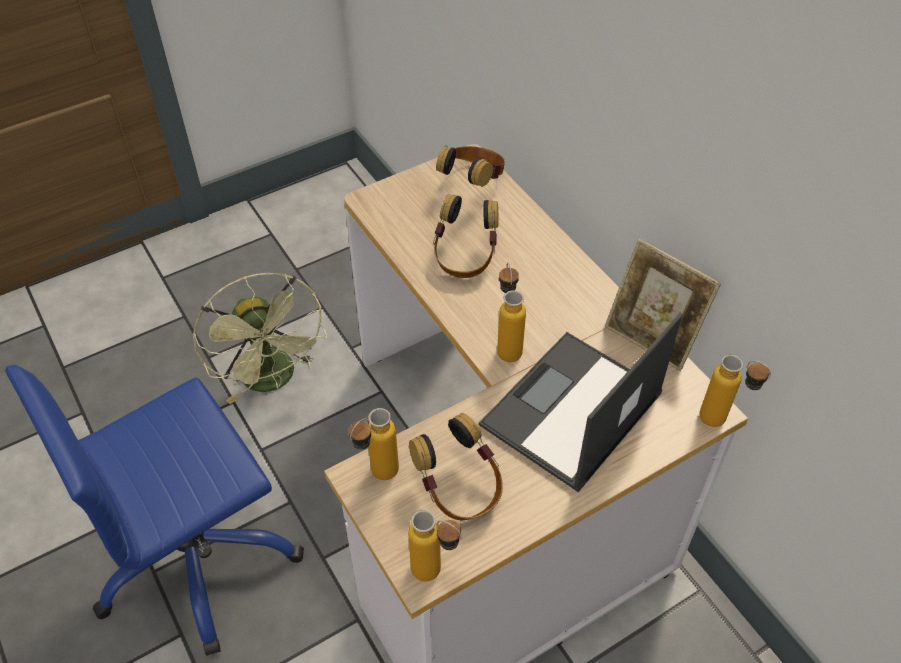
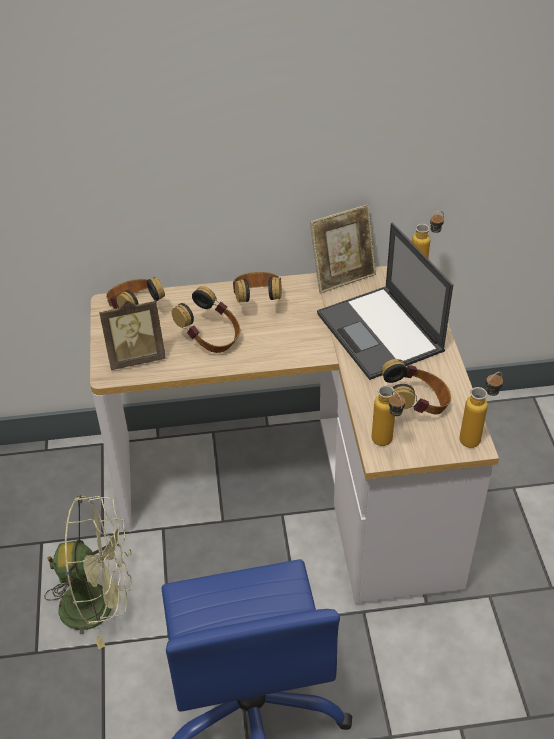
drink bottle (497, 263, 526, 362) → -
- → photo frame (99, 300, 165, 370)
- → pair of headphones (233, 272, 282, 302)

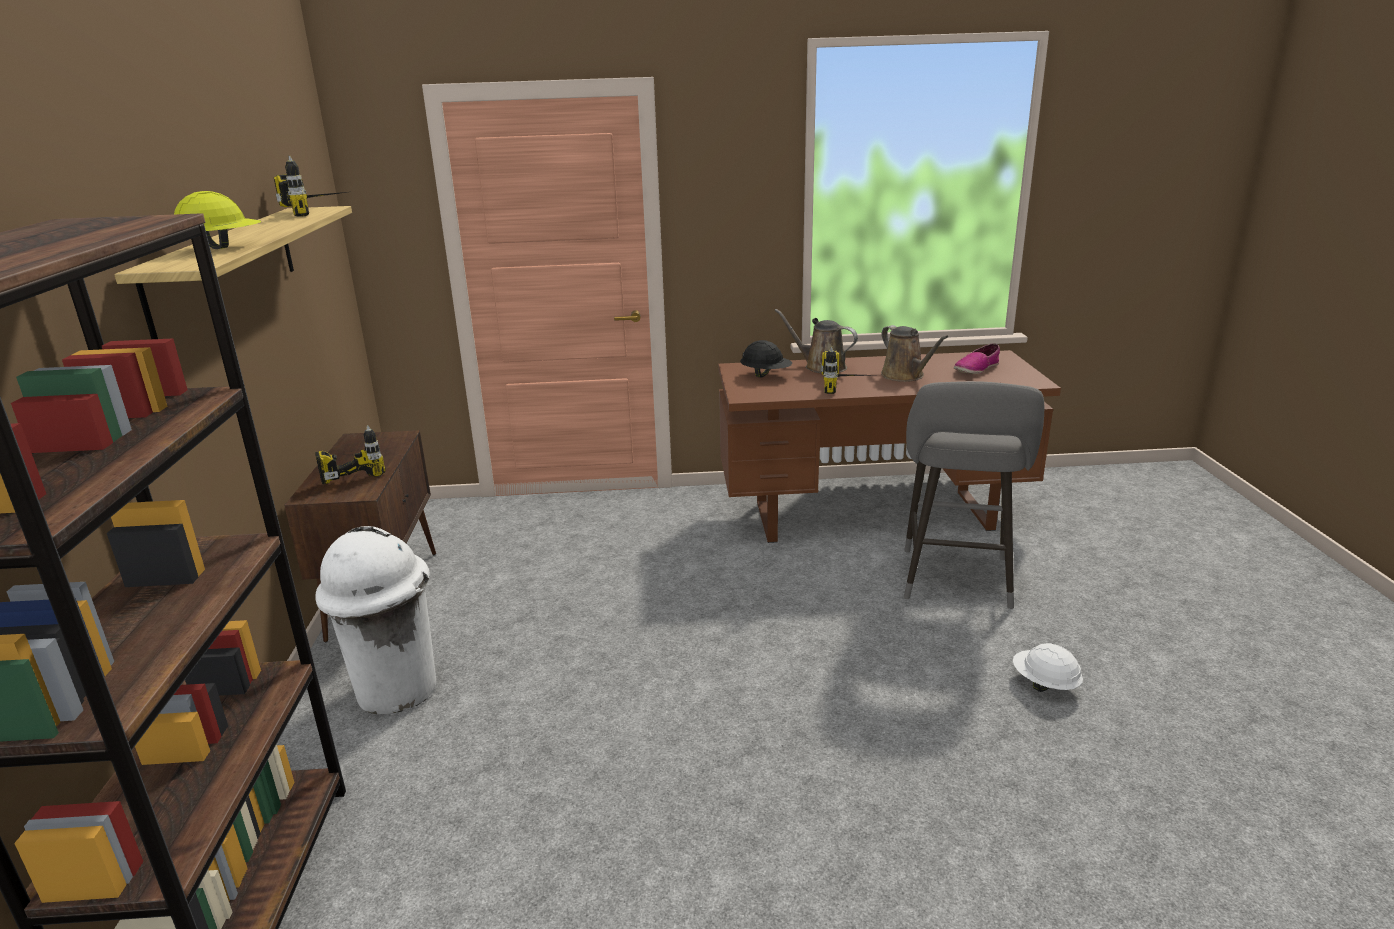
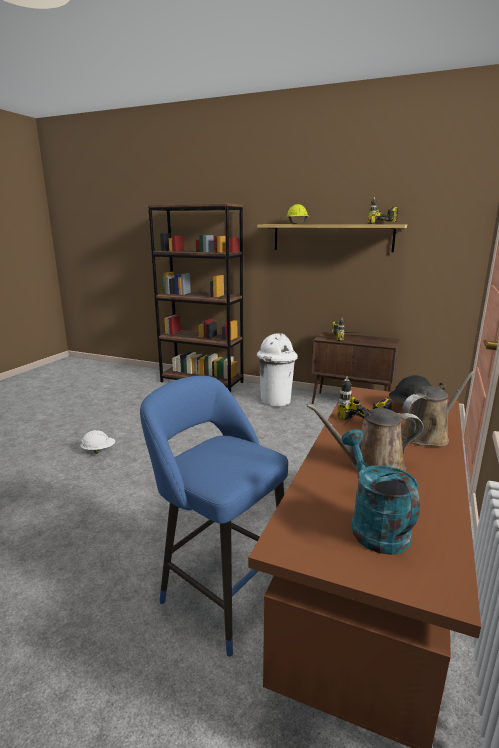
whitish hard hat (1013, 643, 1083, 692) → whitish hard hat (81, 430, 115, 454), relocated
shoe (954, 343, 1000, 374) → turquoise-coloured sprinkling can (342, 429, 420, 555)
grey sitting stool (904, 381, 1045, 609) → blue sitting stool (140, 375, 288, 657)

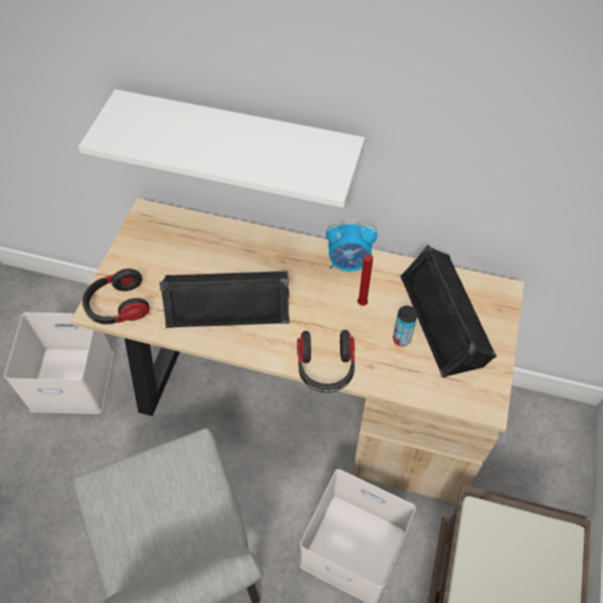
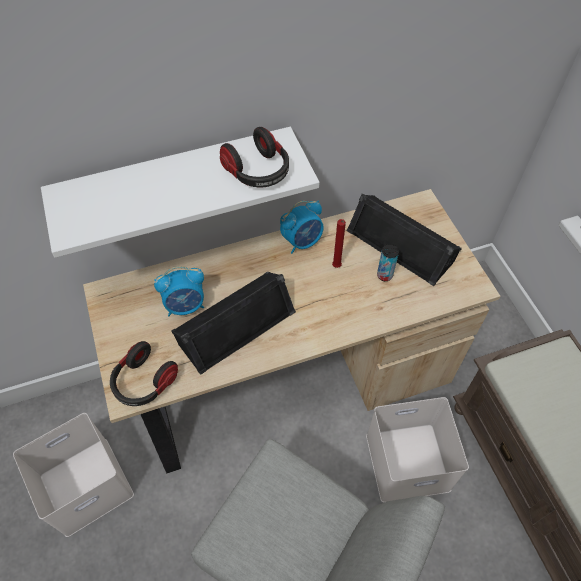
- → alarm clock (154, 266, 204, 316)
pair of headphones (297, 330, 355, 393) → pair of headphones (220, 127, 289, 187), relocated

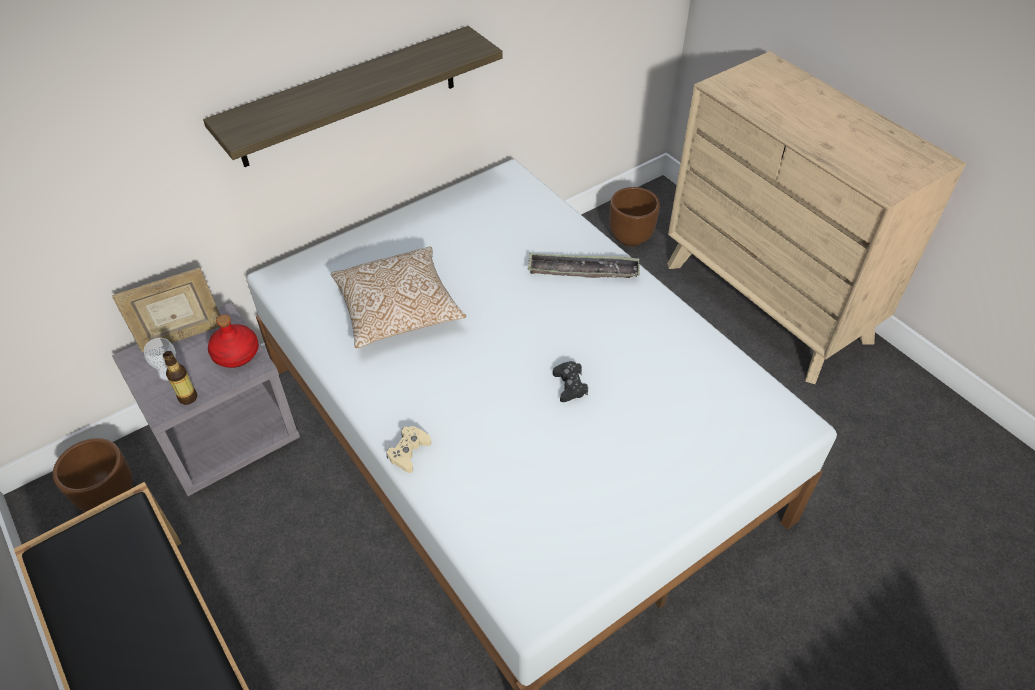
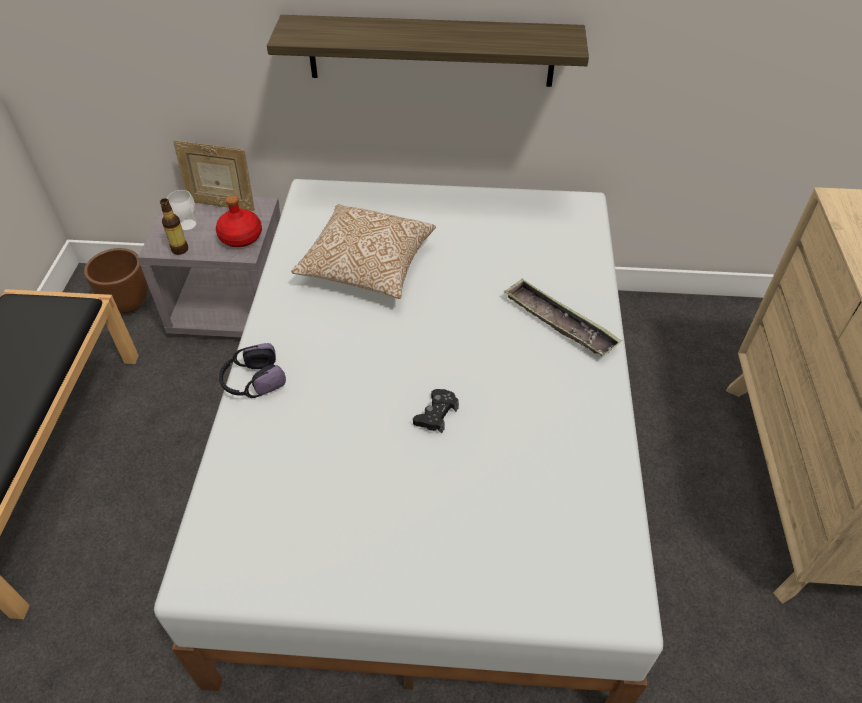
brown flower pot (609, 187, 660, 246) → -
beige joypad (386, 426, 431, 473) → pair of headphones (219, 343, 286, 398)

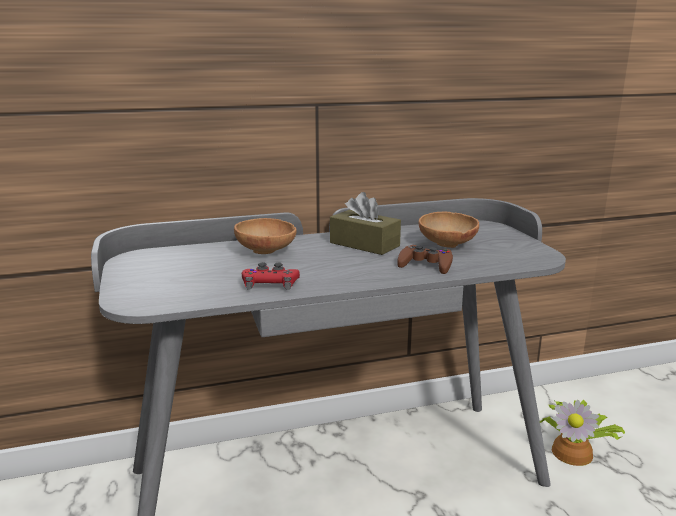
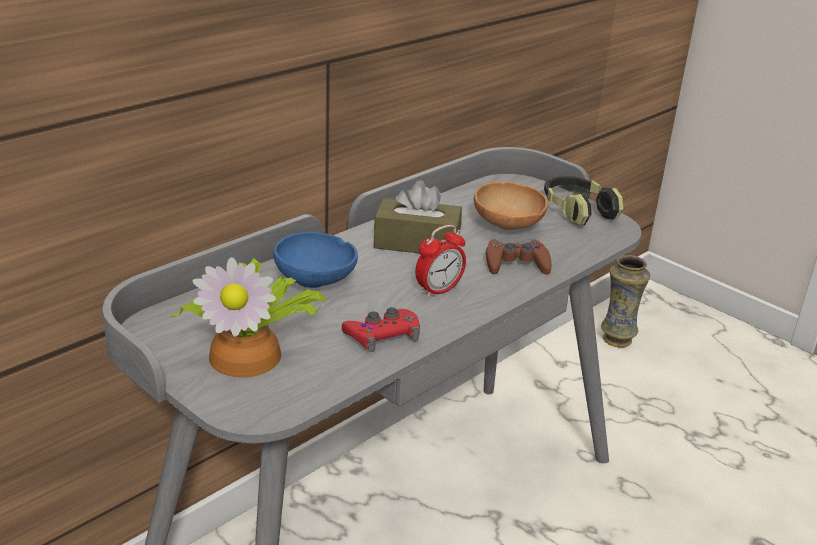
- → alarm clock (415, 225, 466, 298)
- → pair of headphones (544, 176, 624, 225)
- → vase (601, 255, 650, 348)
plant in a pot (540, 400, 625, 466) → plant in a pot (170, 257, 326, 378), relocated
brown serving bowl (234, 218, 297, 254) → blue serving bowl (274, 232, 358, 288)

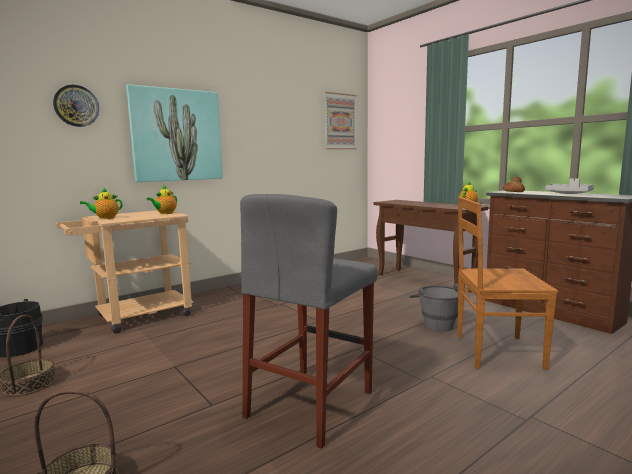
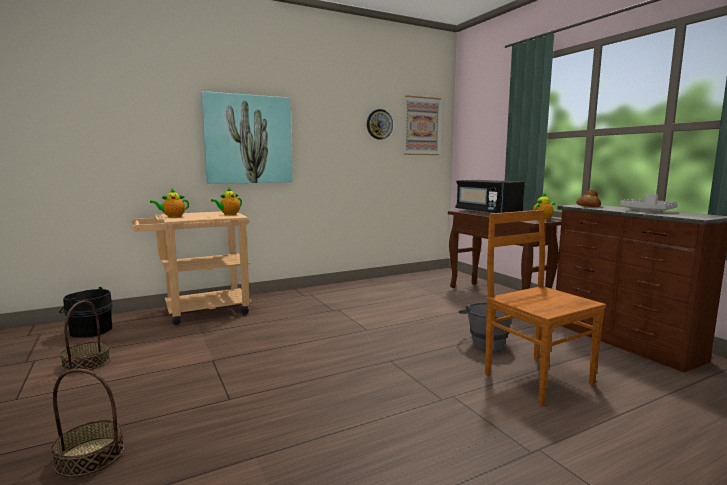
grey sitting stool (240, 194, 378, 449) → -
- → black-coloured microwave (456, 180, 525, 213)
hanging clock (53, 85, 99, 127) → hanging clock (367, 109, 393, 140), relocated
brown plain chair (457, 197, 558, 370) → brown plain chair (485, 210, 606, 406), 45 degrees clockwise

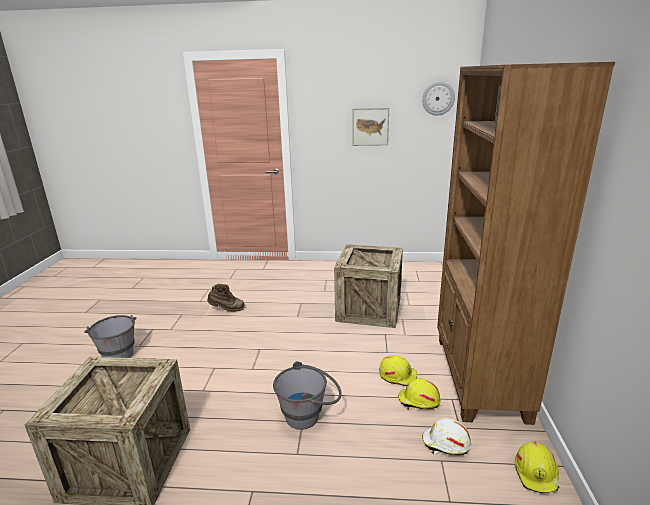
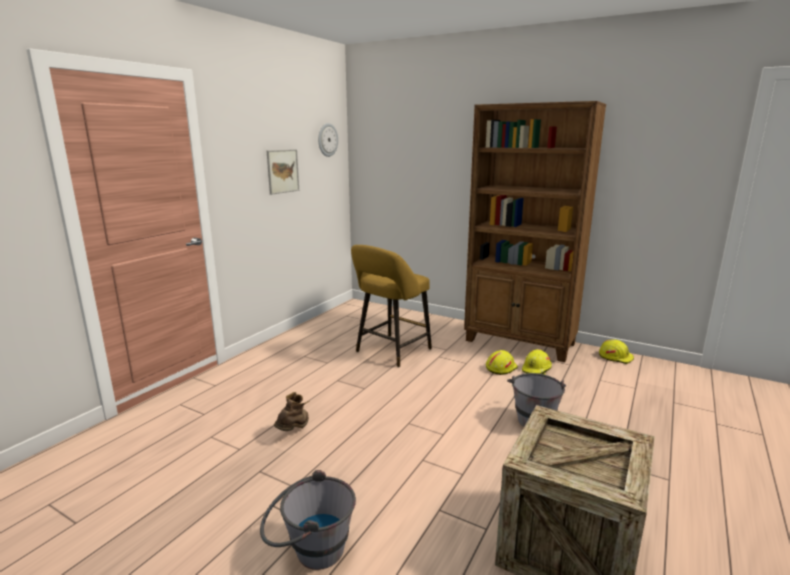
whitish hard hat (422, 418, 471, 456) → -
shipping crate (334, 244, 403, 328) → yellowish sitting stool (351, 245, 432, 367)

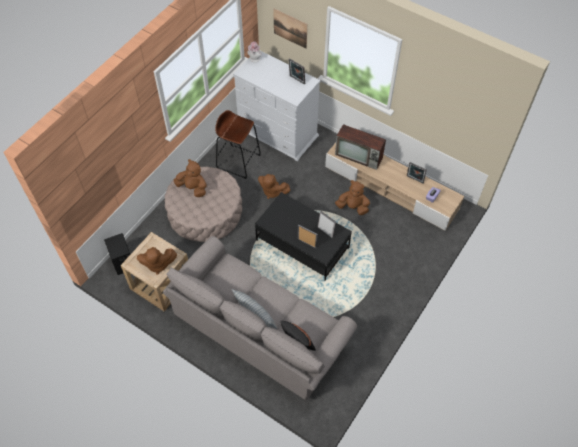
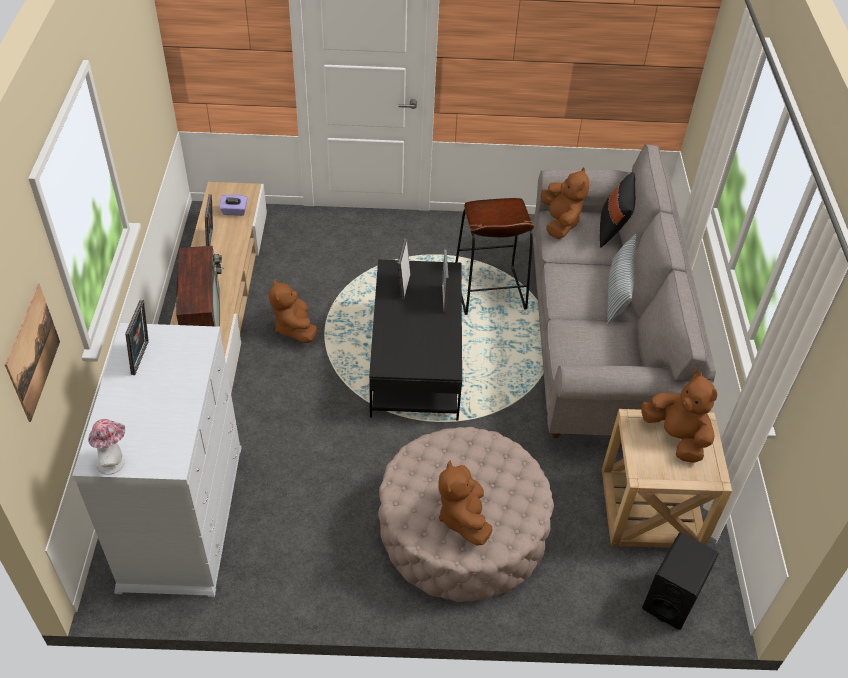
brown sitting stool (215, 110, 261, 179) → brown sitting stool (455, 198, 534, 315), relocated
brown soft toy (258, 174, 290, 199) → brown soft toy (541, 167, 589, 239), relocated

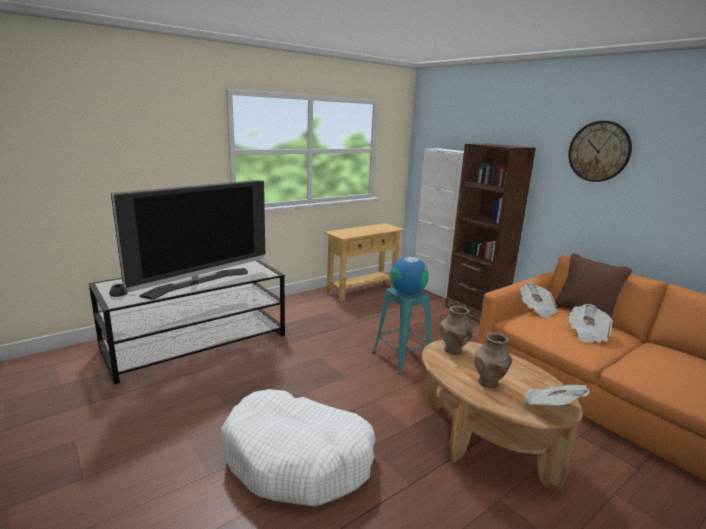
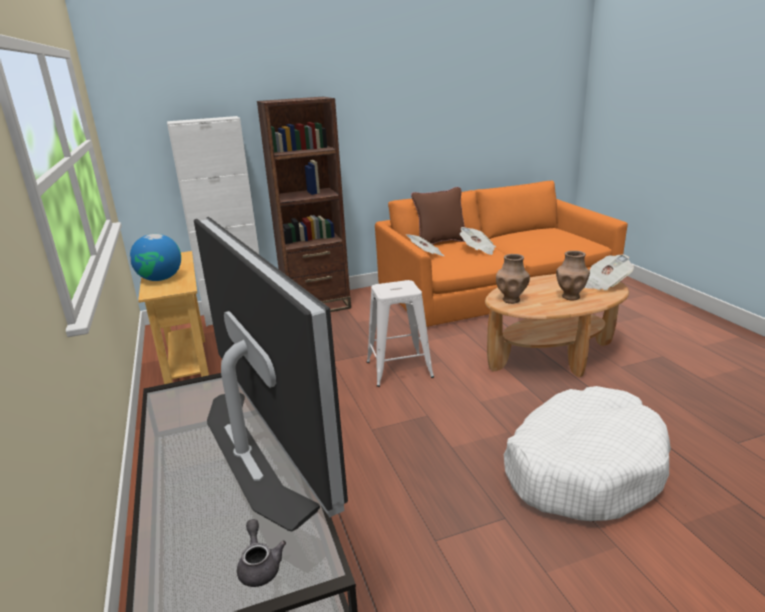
hanging clock (568, 121, 632, 182) → -
globe (390, 256, 429, 295) → globe (130, 234, 181, 281), relocated
turquoise-coloured sitting stool (372, 288, 431, 374) → whitish sitting stool (367, 280, 434, 387)

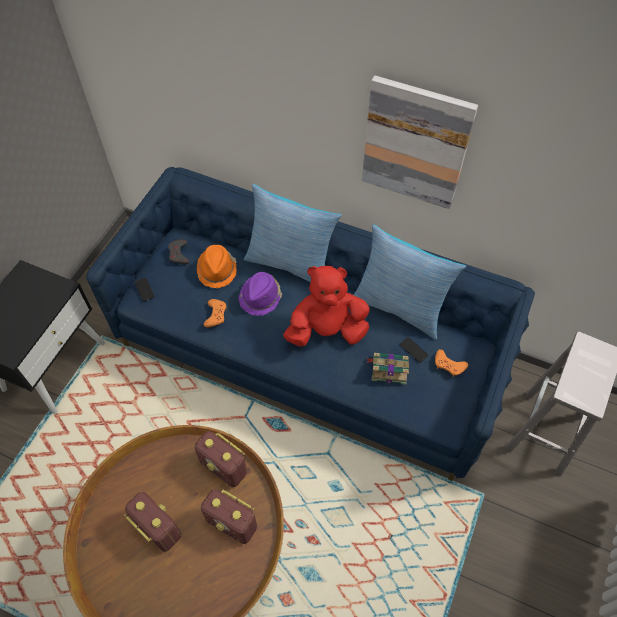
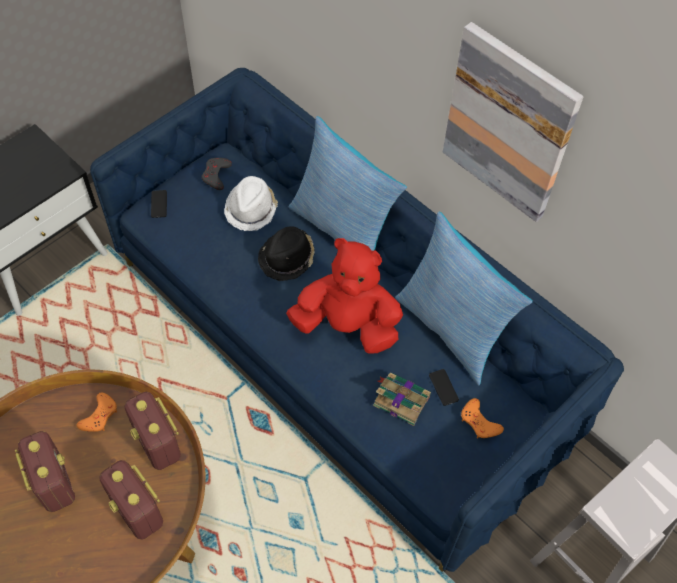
orange-coloured joypad (204, 299, 226, 328) → orange-coloured joypad (76, 392, 117, 432), relocated
orange-coloured hat (197, 245, 237, 288) → whitish hat (224, 176, 278, 231)
purple hat (238, 272, 282, 316) → black-coloured hat (258, 226, 315, 281)

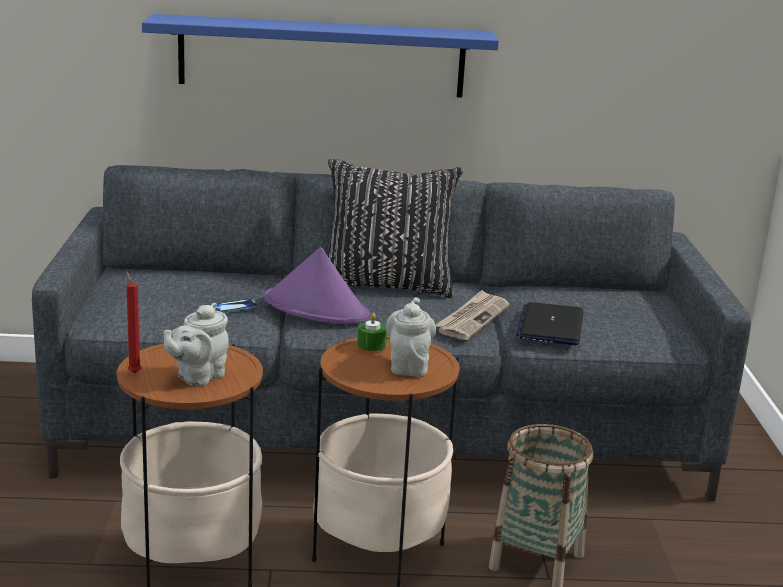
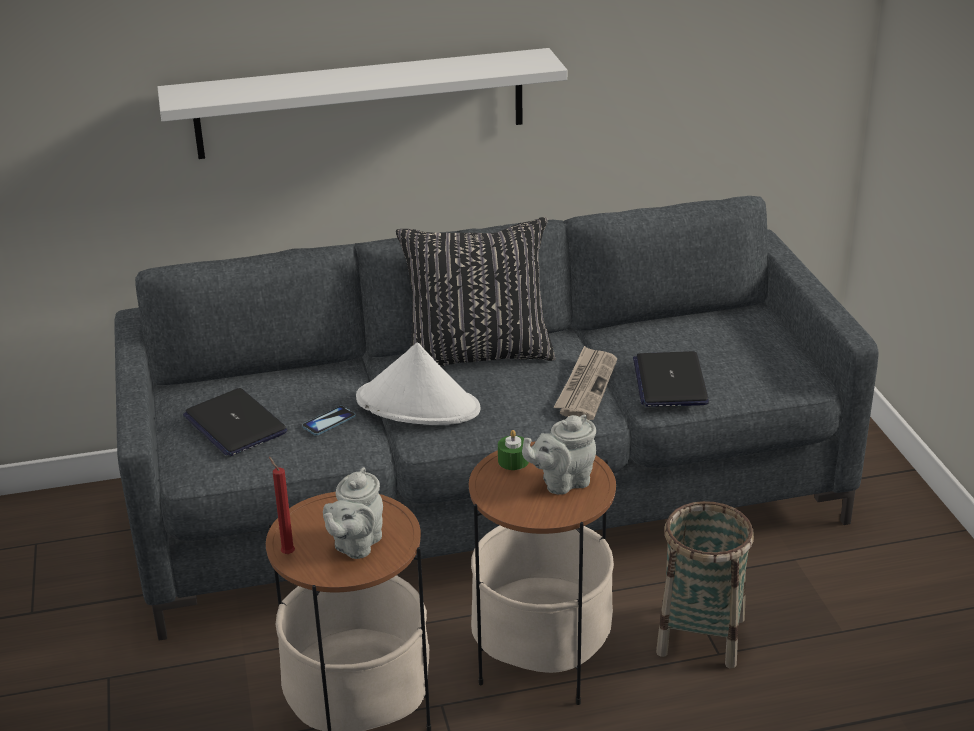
- → laptop (183, 388, 287, 456)
blue wall shelf (142, 14, 499, 98) → whitish wall shelf (158, 48, 567, 159)
purple hat (264, 247, 370, 324) → whitish hat (356, 342, 481, 425)
grey teapot (386, 297, 436, 376) → grey teapot (522, 415, 596, 494), 105 degrees counterclockwise

